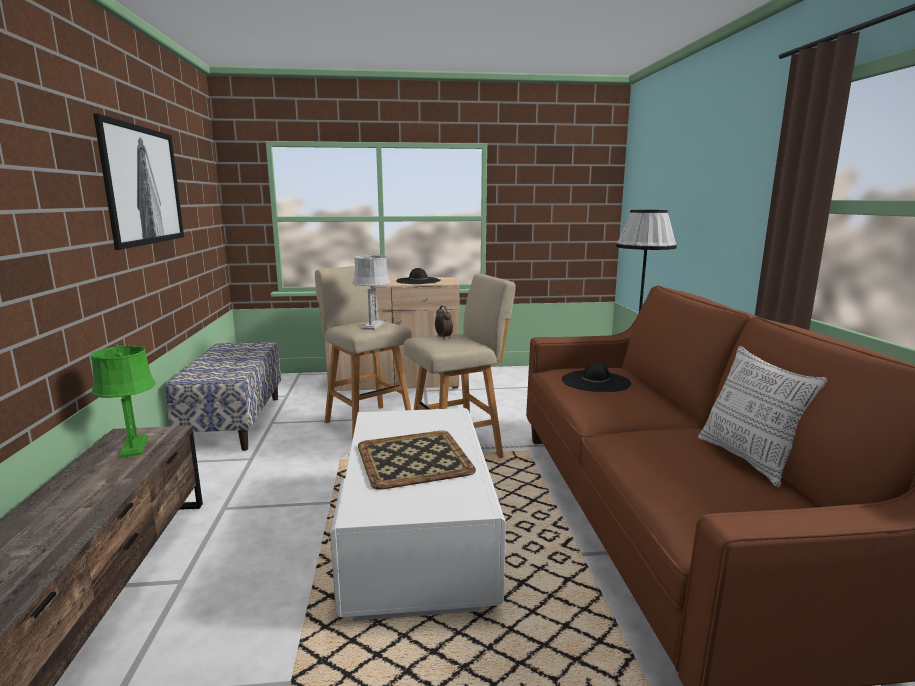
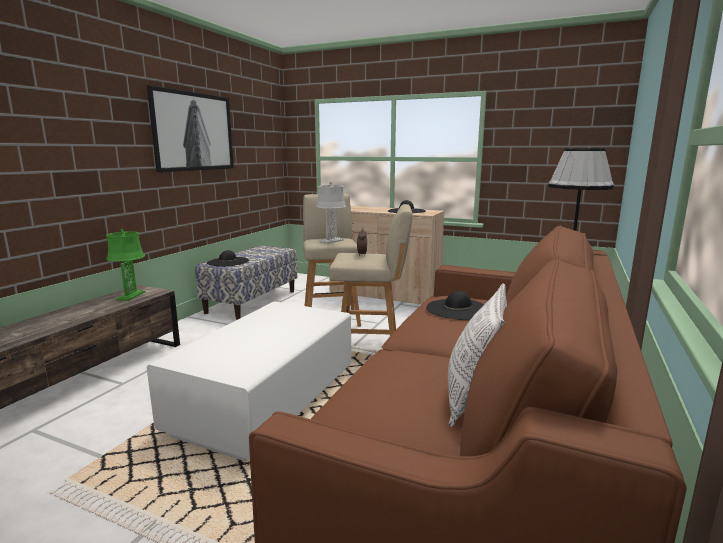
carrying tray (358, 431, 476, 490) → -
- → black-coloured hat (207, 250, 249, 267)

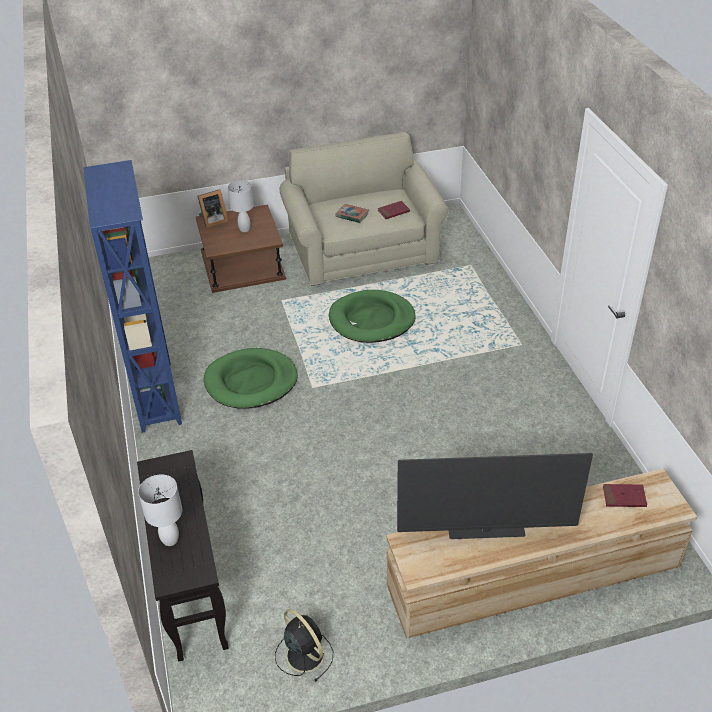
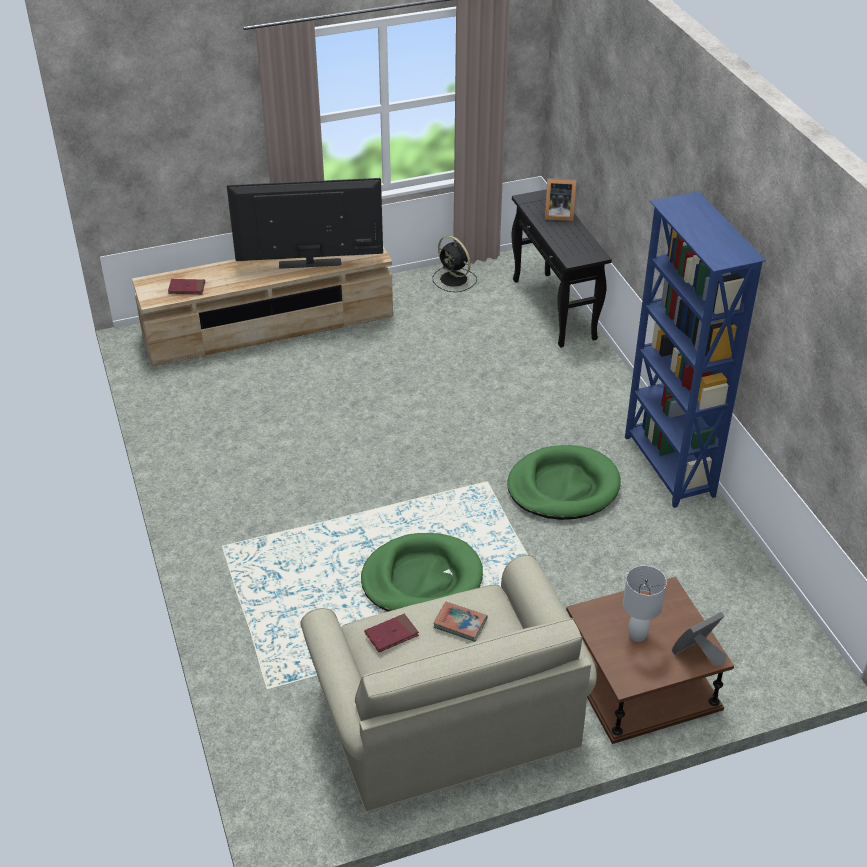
whitish table lamp (138, 474, 182, 546) → photo frame (545, 178, 577, 221)

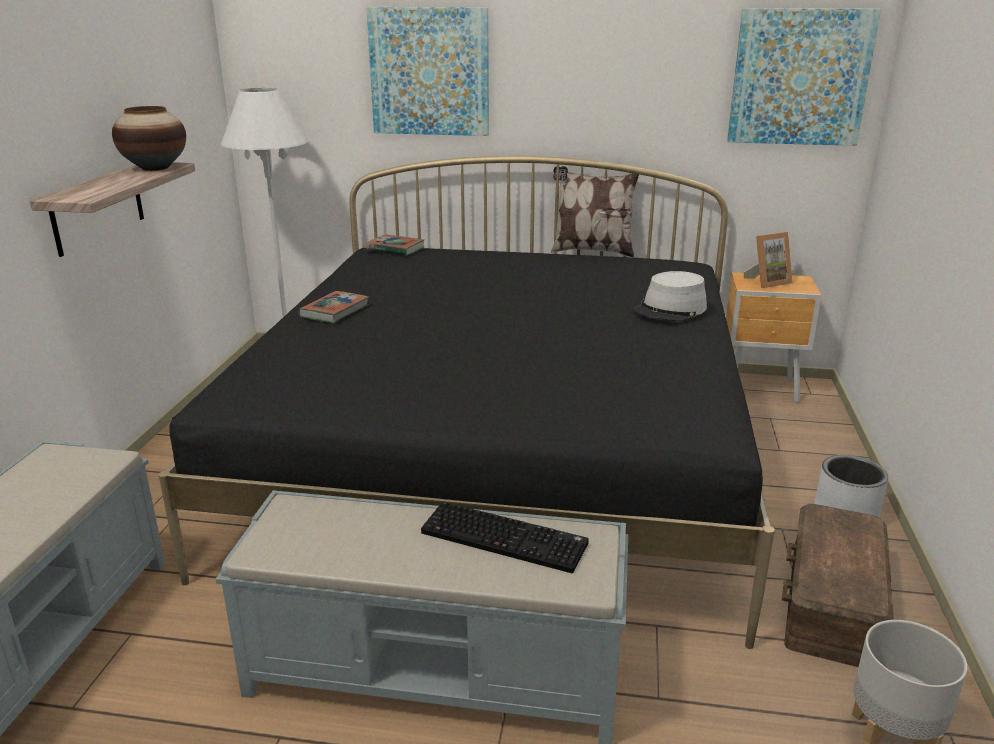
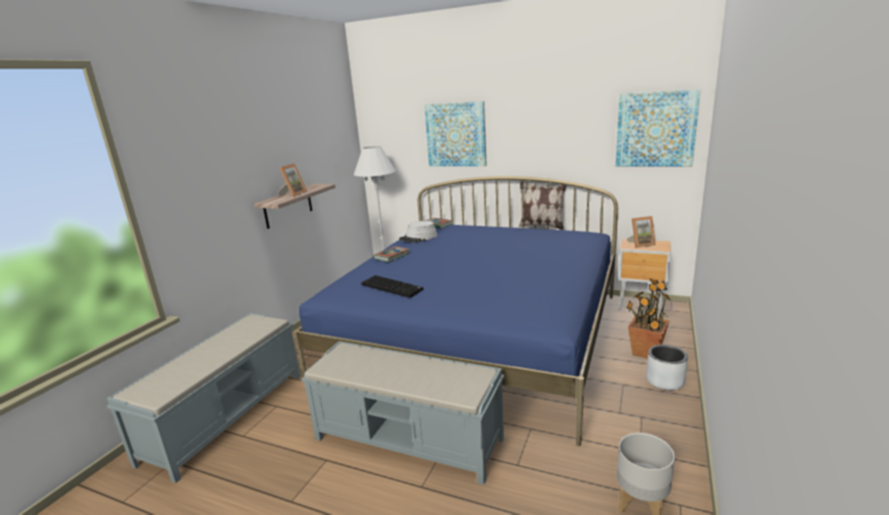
vase (112, 106, 186, 171) → -
brown storage box (782, 504, 894, 667) → -
- → photo frame (278, 163, 307, 197)
- → plant in a pot (627, 278, 670, 359)
PC keyboard (421, 502, 589, 573) → PC keyboard (361, 275, 423, 298), relocated
grey hat (633, 271, 707, 322) → grey hat (399, 221, 437, 243), relocated
black-coloured bed (158, 156, 775, 649) → blue bed (294, 176, 618, 446)

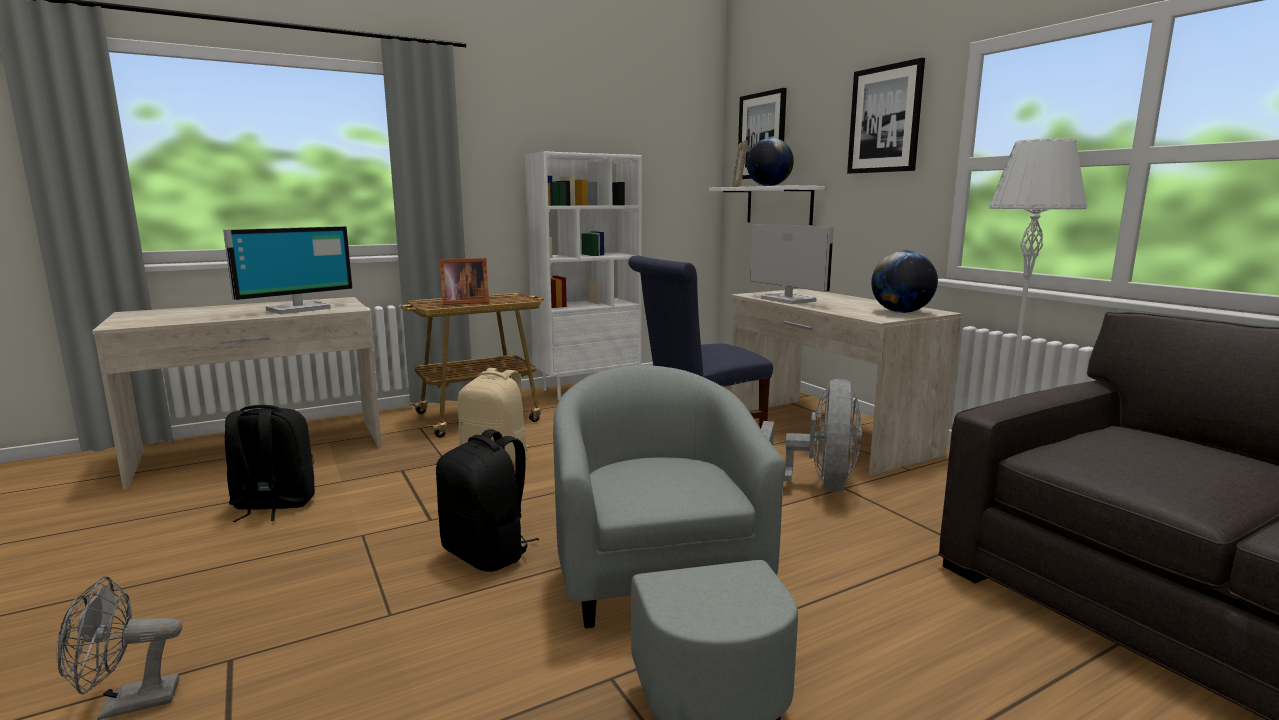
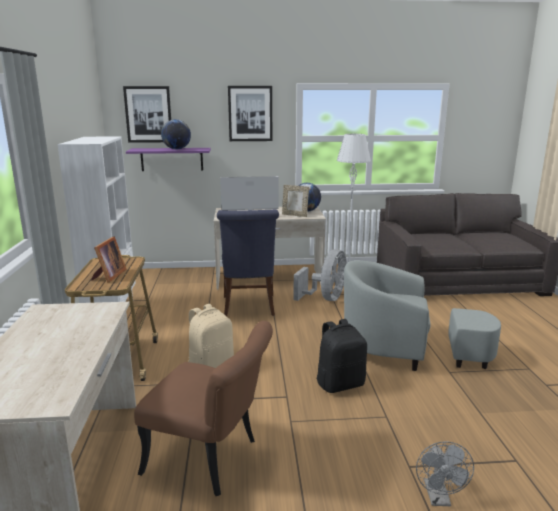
computer display (223, 226, 353, 314) → -
photo frame (732, 140, 748, 187) → photo frame (282, 185, 309, 217), relocated
black-coloured rucksack (225, 405, 315, 522) → brown plain chair (134, 321, 273, 496)
whitish wall shelf (709, 185, 825, 225) → purple wall shelf (126, 148, 211, 171)
grey electric fan (761, 379, 862, 492) → grey electric fan (293, 249, 347, 301), 75 degrees clockwise

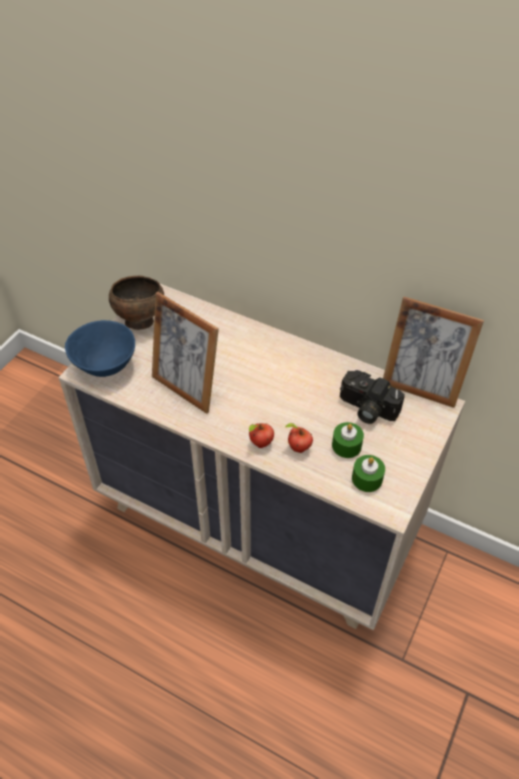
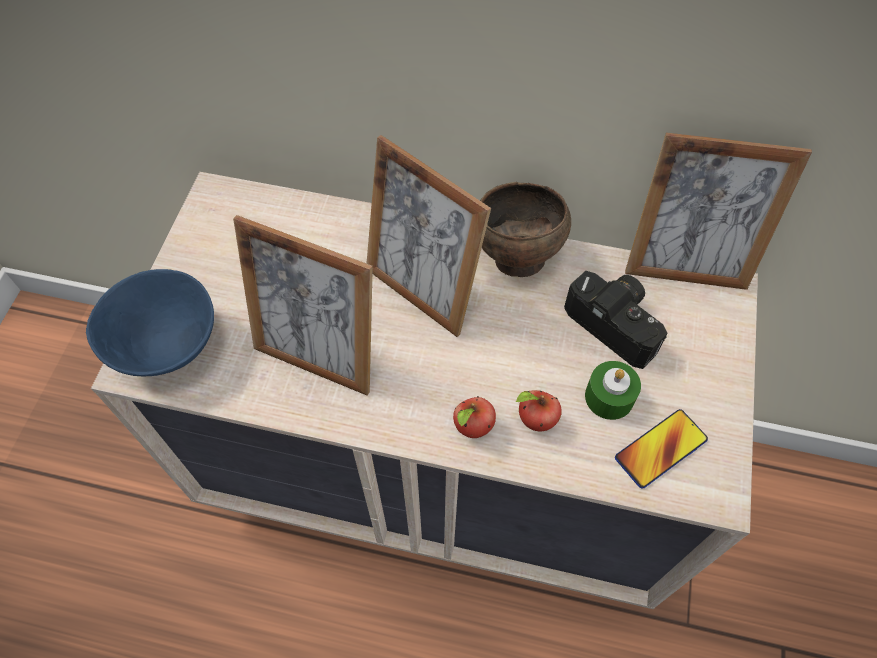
- → photo frame (366, 135, 491, 337)
brown serving bowl (109, 276, 164, 330) → brown serving bowl (480, 182, 571, 277), relocated
green candle (352, 455, 385, 492) → phone (615, 409, 708, 489)
photo camera (340, 370, 405, 424) → photo camera (564, 271, 668, 369), 150 degrees counterclockwise

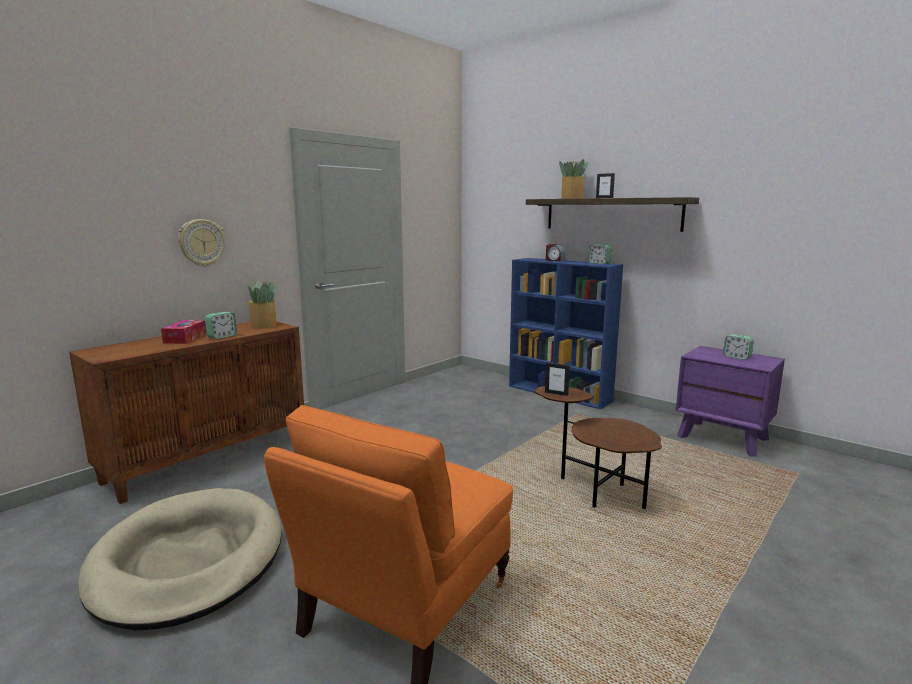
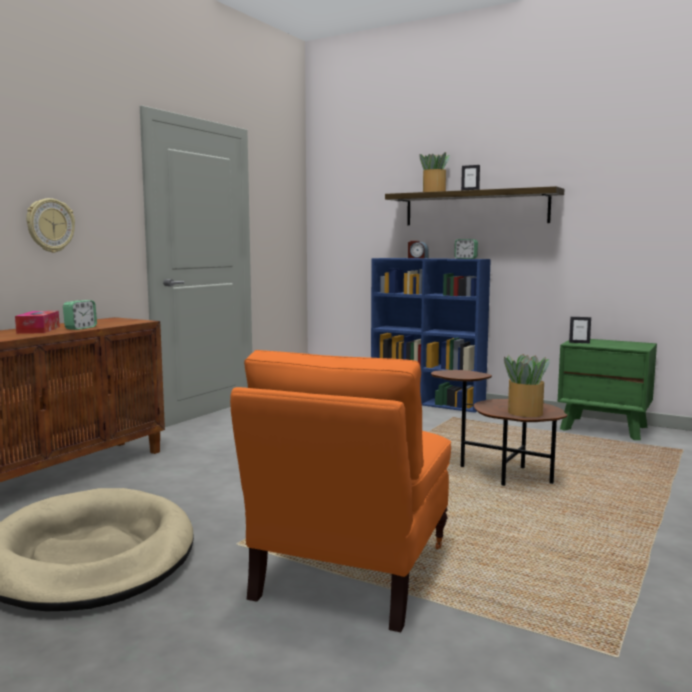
alarm clock (723, 334, 754, 360) → -
plant in a pot (246, 280, 277, 329) → plant in a pot (504, 354, 550, 417), relocated
photo frame (545, 362, 570, 396) → photo frame (569, 317, 591, 343), relocated
purple night table (676, 346, 785, 457) → green night table (558, 339, 657, 440)

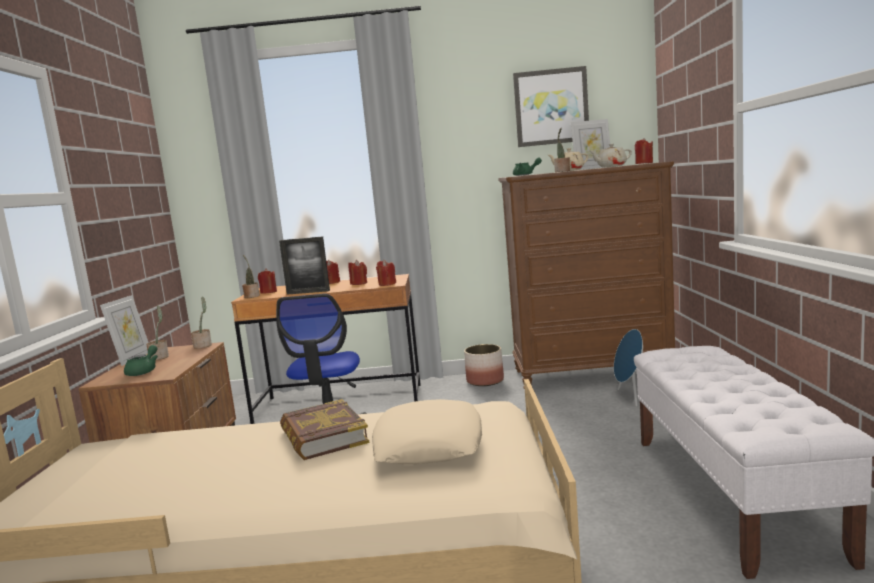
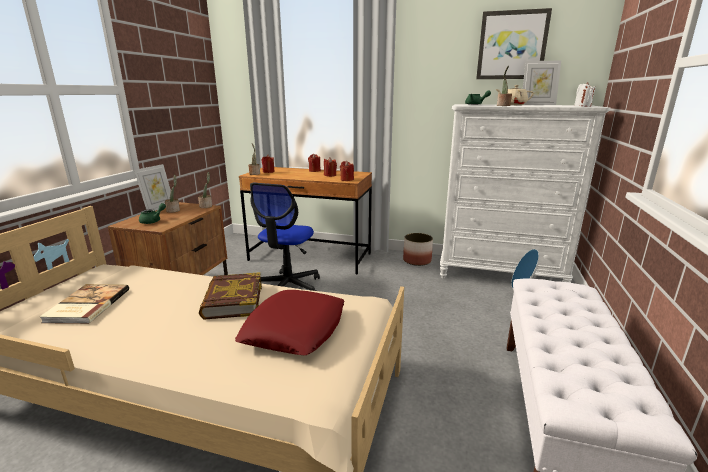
photo frame (279, 236, 330, 295) → -
beige teapot (590, 144, 632, 167) → -
- → bound book (40, 284, 129, 324)
beige throw pillow (372, 399, 482, 464) → red-coloured throw pillow (235, 290, 345, 355)
brown chest of drawers (498, 161, 675, 389) → whitish chest of drawers (440, 104, 610, 283)
red-coloured candle (635, 138, 653, 164) → whitish candle (574, 82, 596, 107)

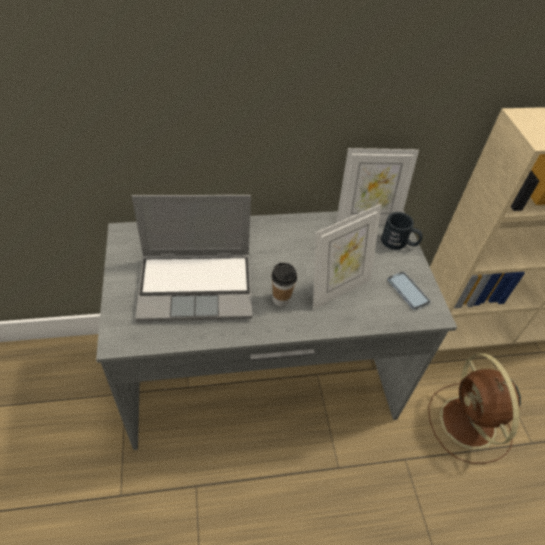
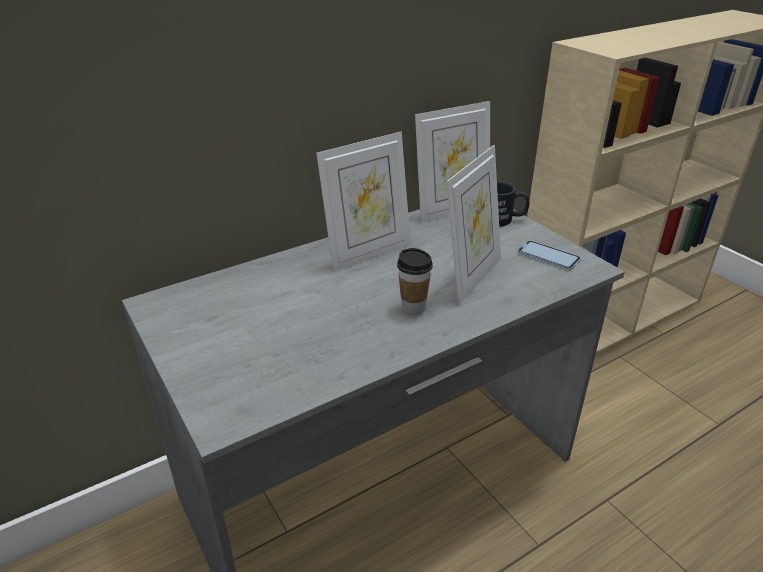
laptop (132, 195, 252, 322) → -
brown electric fan (428, 353, 521, 464) → -
- → photo frame (316, 132, 411, 272)

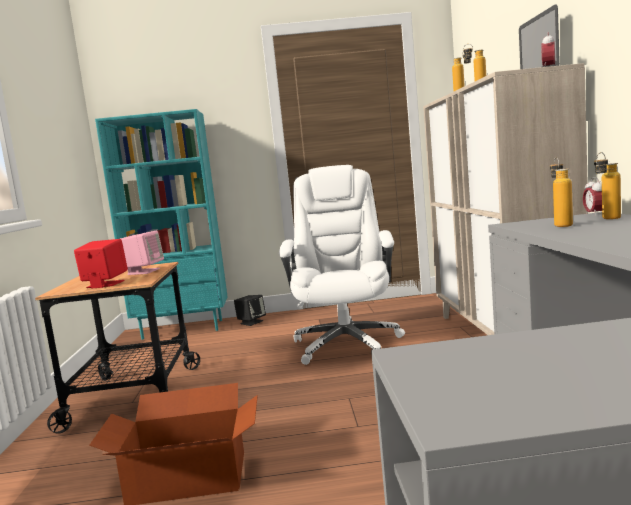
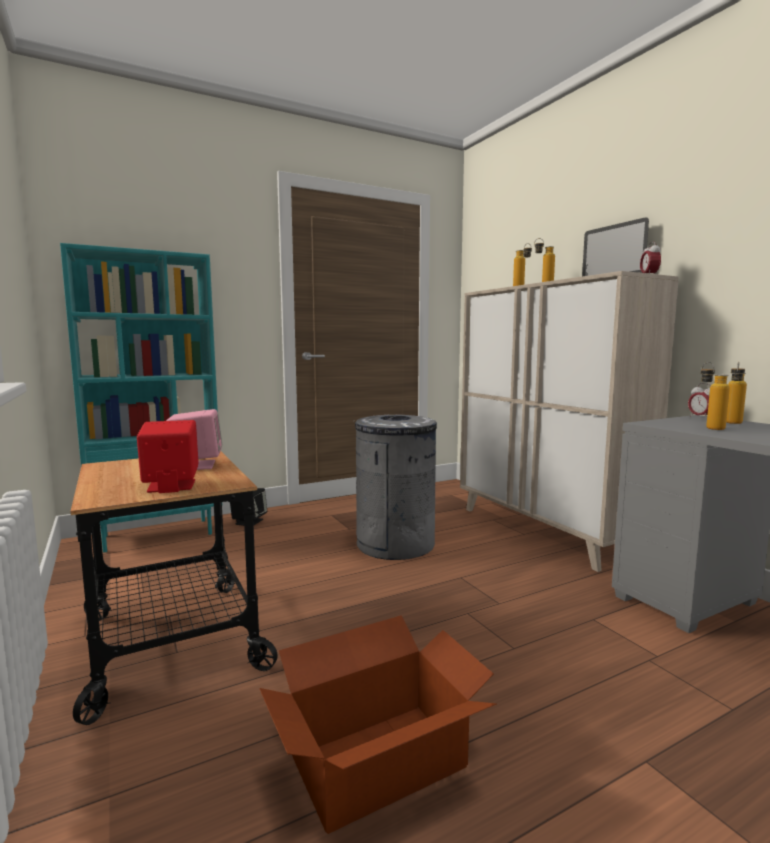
whitish office chair (279, 165, 405, 365) → grey rubbish bin (355, 415, 437, 560)

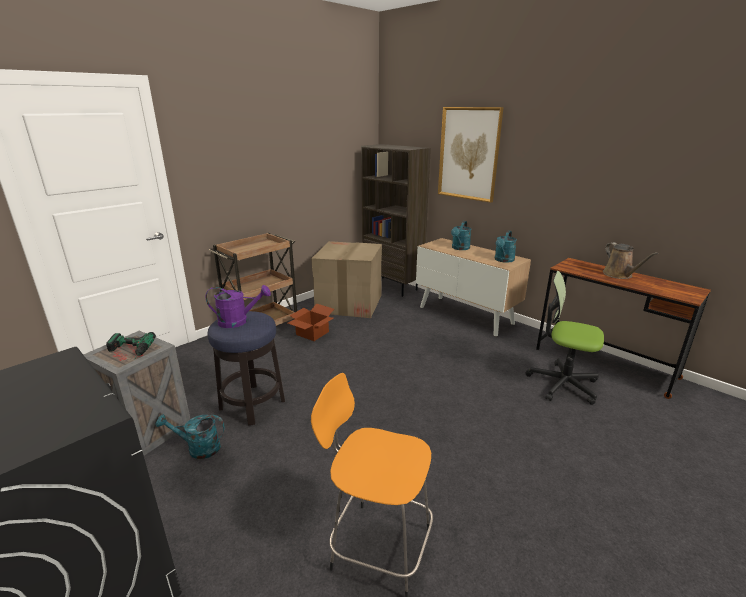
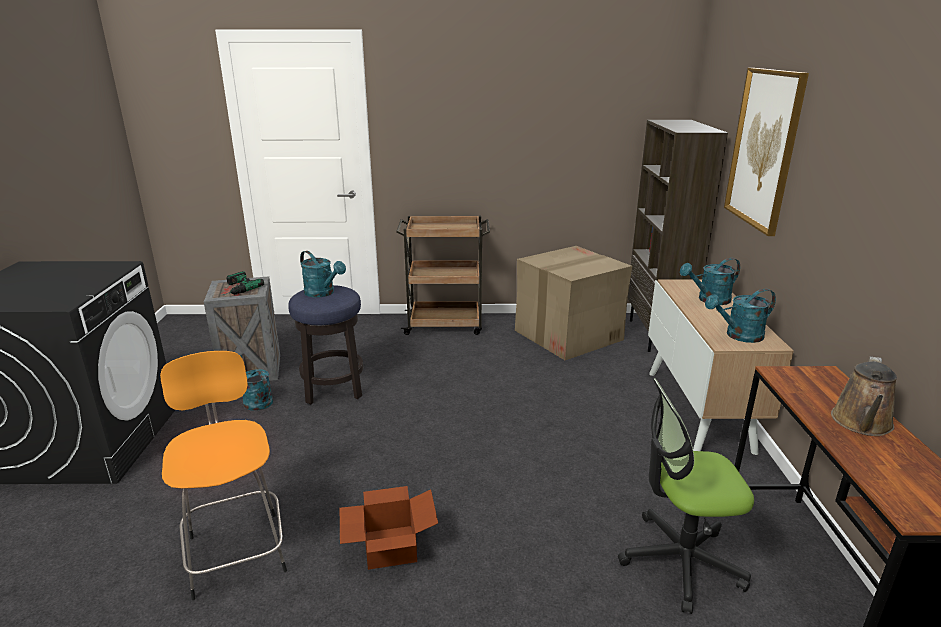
cardboard box (288, 304, 334, 341) → cardboard box (340, 486, 438, 570), relocated
purple sprinkling can (206, 285, 271, 328) → turquoise-coloured sprinkling can (300, 251, 346, 297)
office chair (526, 271, 604, 405) → office chair (618, 378, 754, 614), 75 degrees counterclockwise

